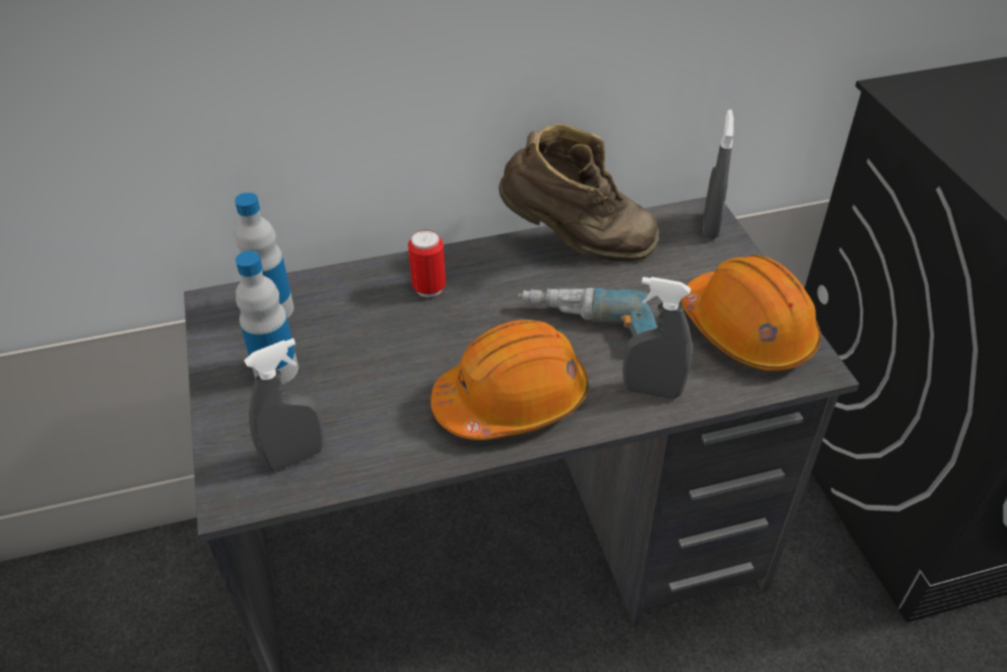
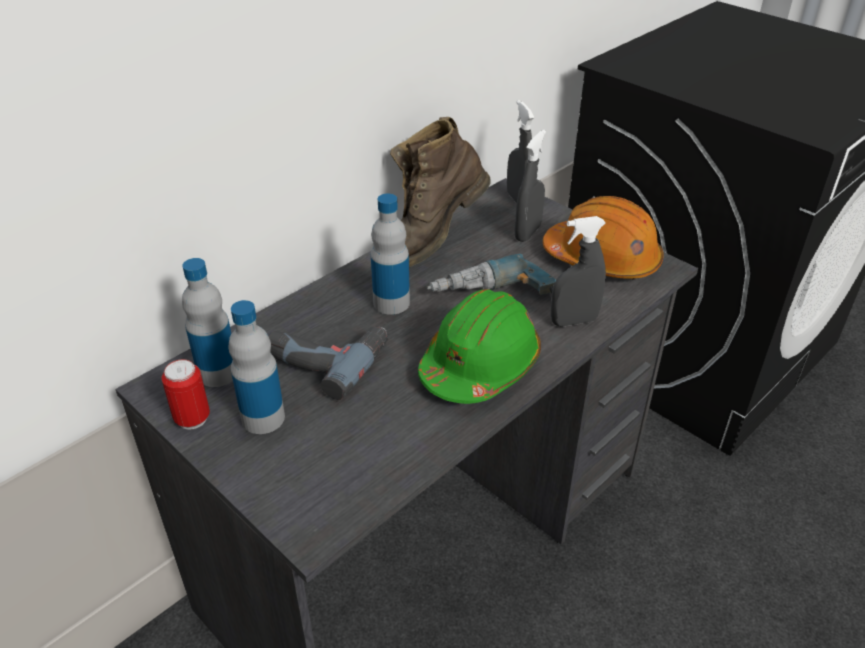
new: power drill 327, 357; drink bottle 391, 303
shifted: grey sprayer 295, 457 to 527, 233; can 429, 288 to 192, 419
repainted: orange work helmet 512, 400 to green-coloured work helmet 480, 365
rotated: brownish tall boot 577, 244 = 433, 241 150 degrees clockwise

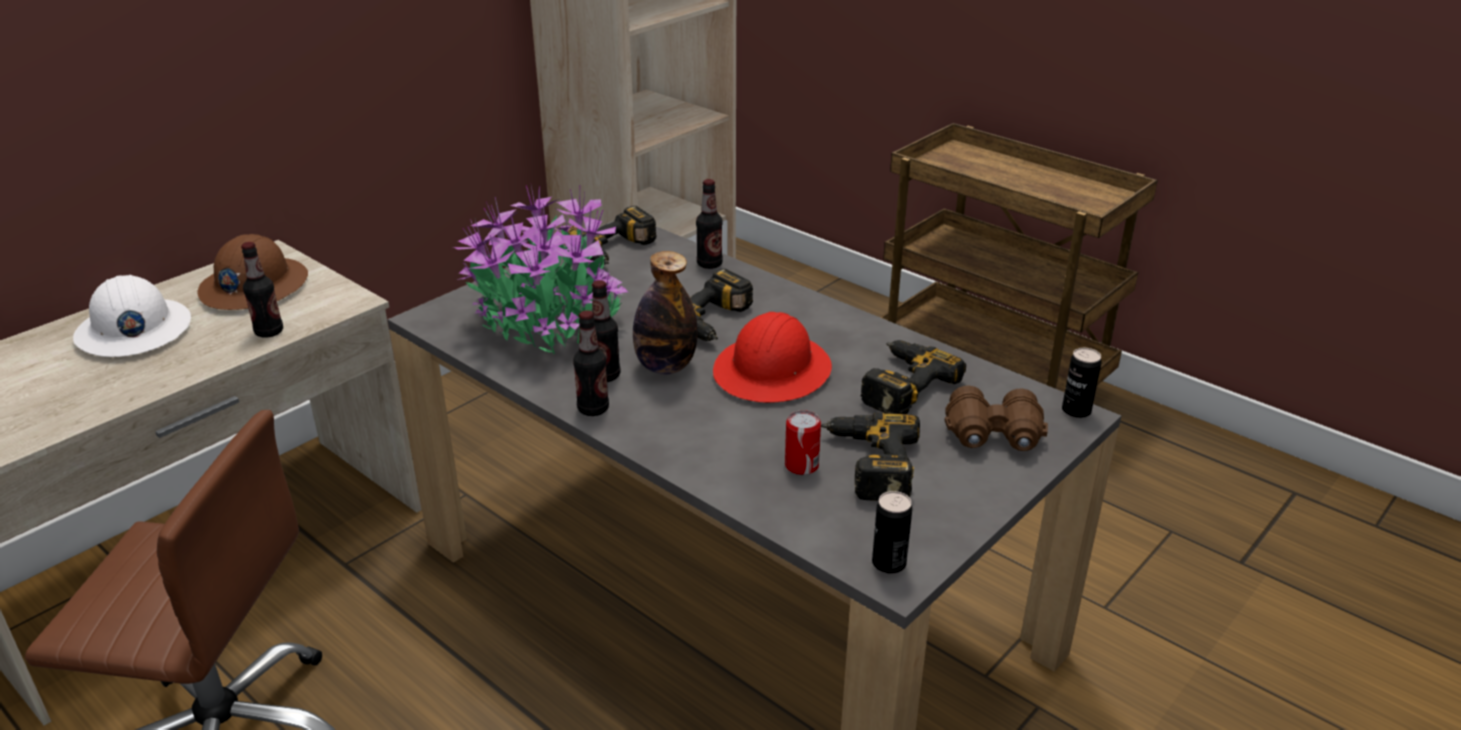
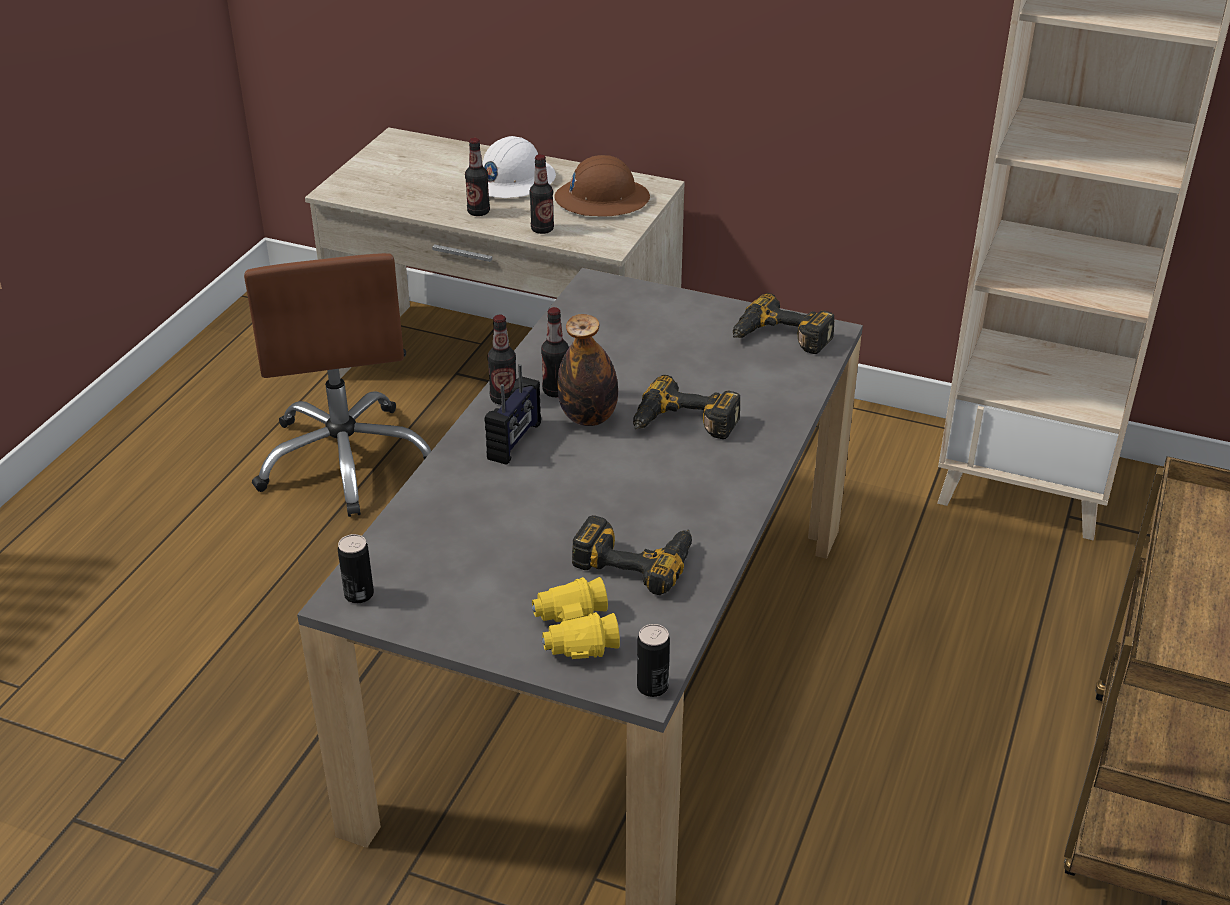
gone: plant in a pot 549, 319; reddish work helmet 773, 371; can 801, 465; power drill 867, 464
new: radio set 515, 441
shifted: drink bottle 709, 264 to 478, 212
repainted: brownish binoculars 994, 436 to yellow-coloured binoculars 575, 633

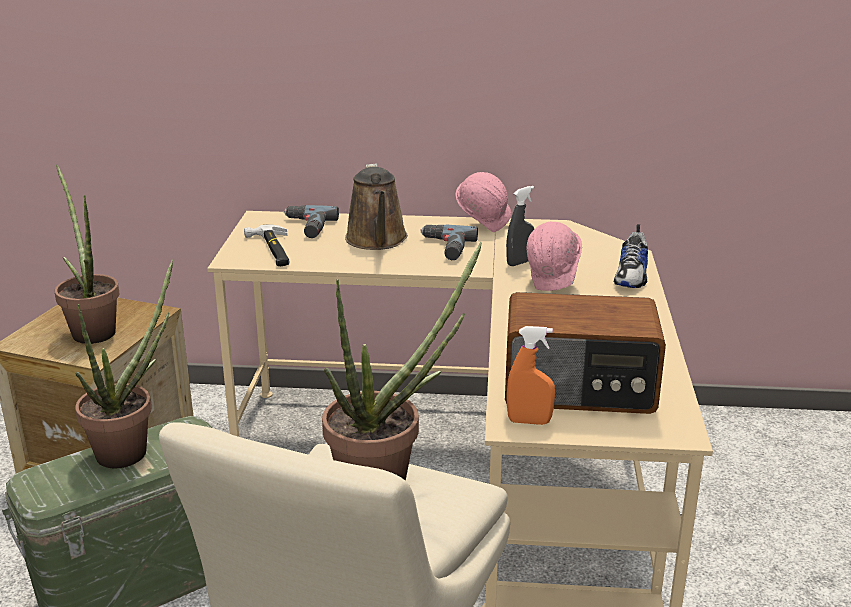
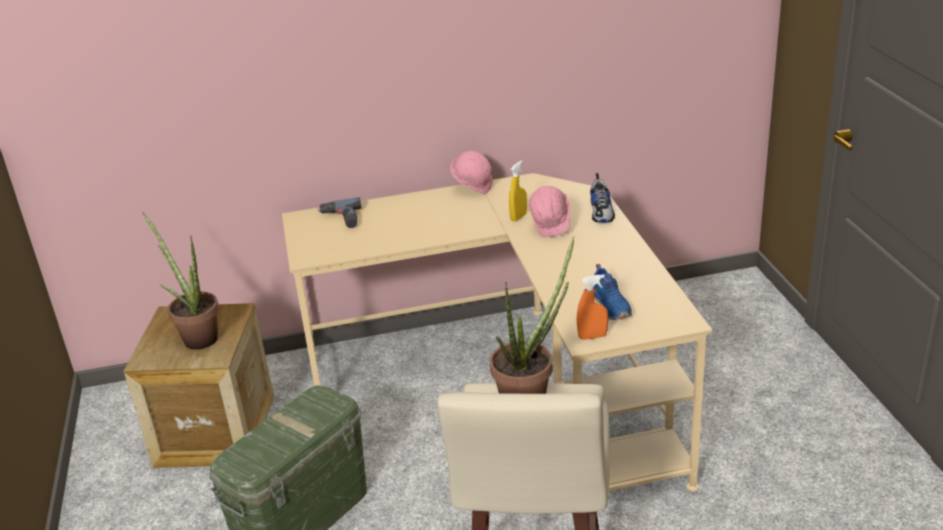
gone: plant in a pot 131, 449; hammer 272, 250; brownish sprinkling can 377, 240; power drill 445, 248
swapped: radio set 579, 389 to blue low shoe 611, 306
repainted: grey sprayer 520, 262 to yellow-coloured sprayer 518, 217

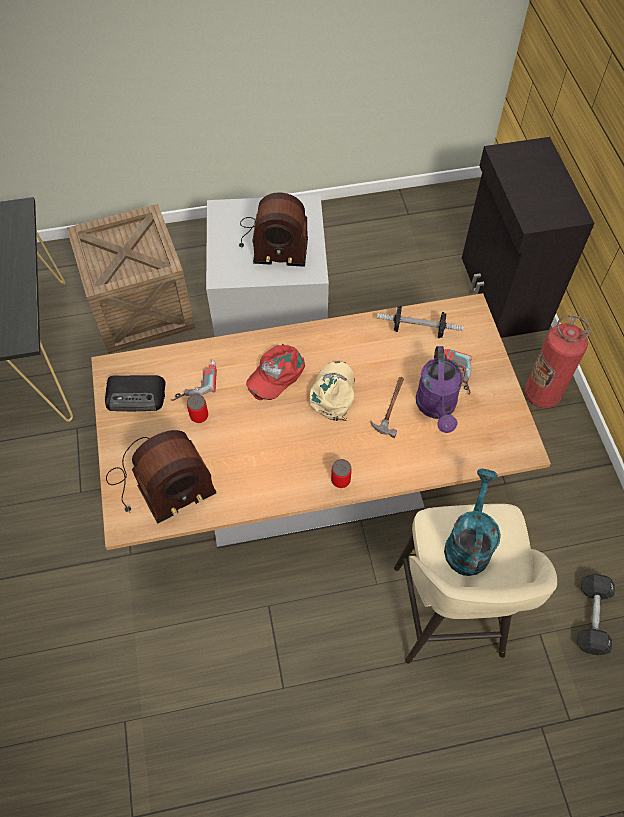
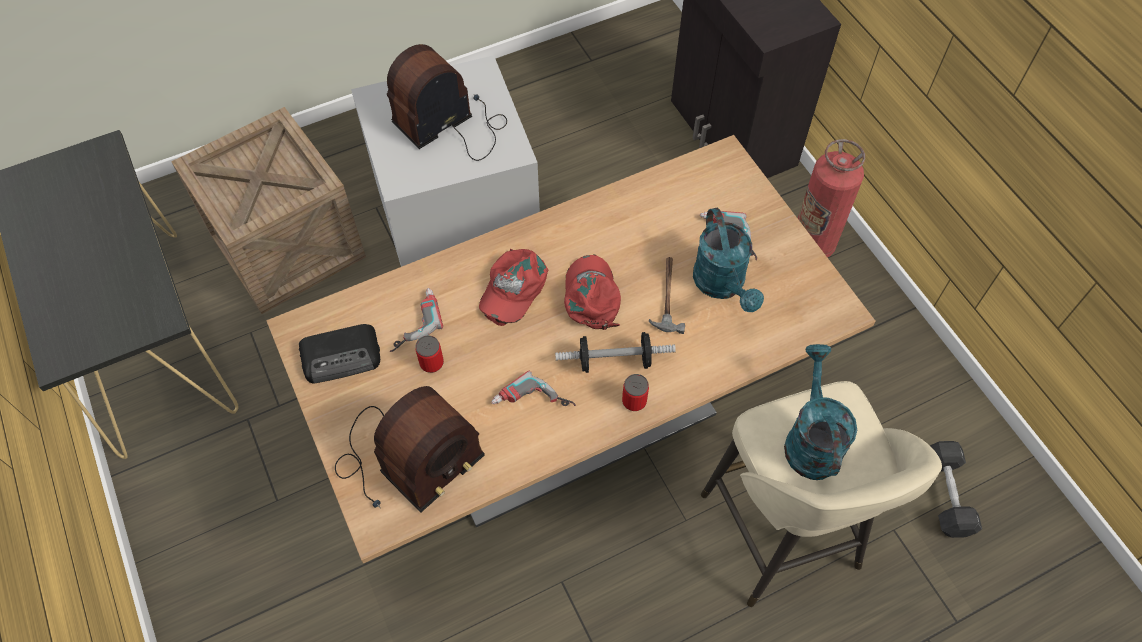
new: power drill 532, 405
shifted: dumbbell 418, 329 to 614, 361
repainted: beige-coloured peaked cap 333, 393 to reddish peaked cap 591, 295; purple-coloured sprinkling can 437, 408 to blue-green sprinkling can 722, 285
rotated: radio set 273, 241 = 452, 125 150 degrees clockwise

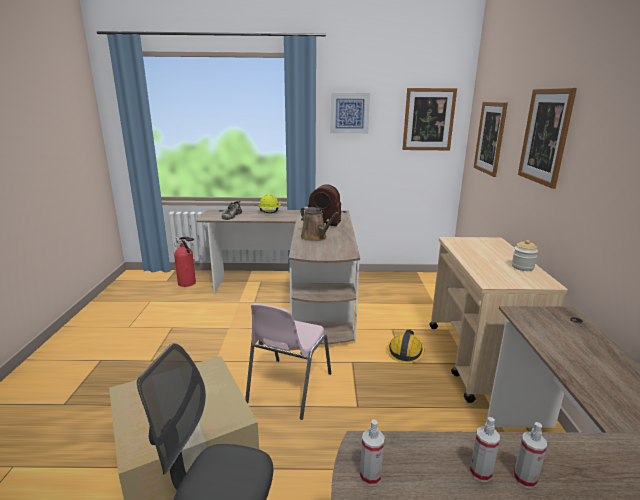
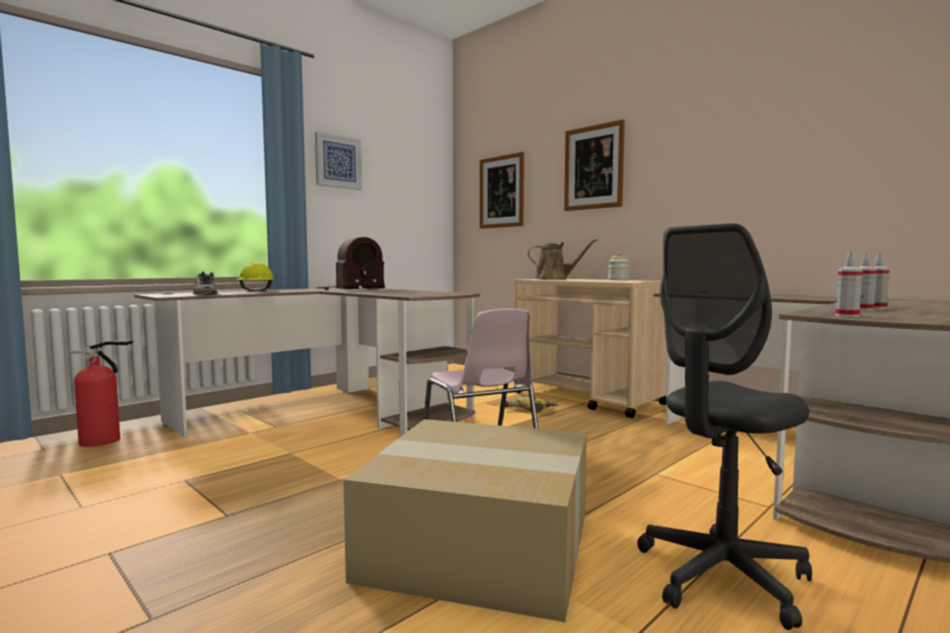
gone: picture 428, 119
shifted: brownish sprinkling can 315, 237 to 555, 279
swapped: work helmet 405, 351 to power drill 528, 410

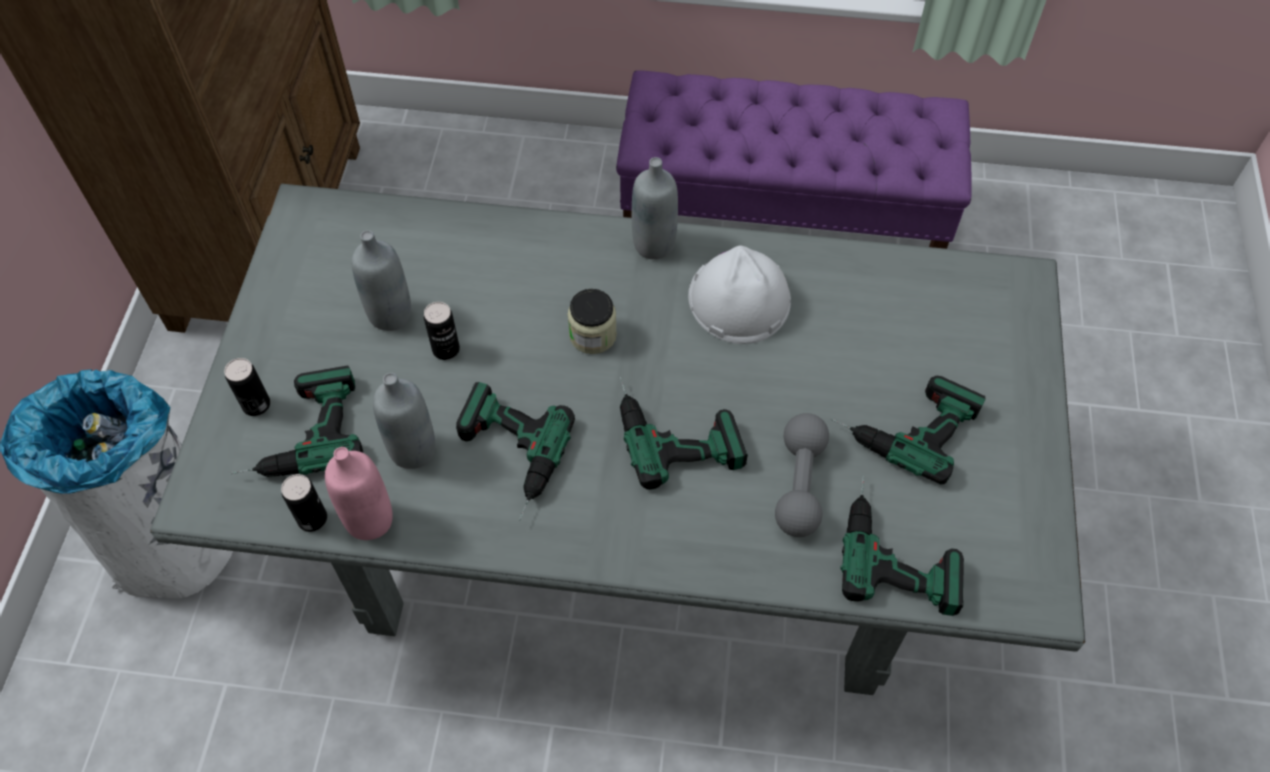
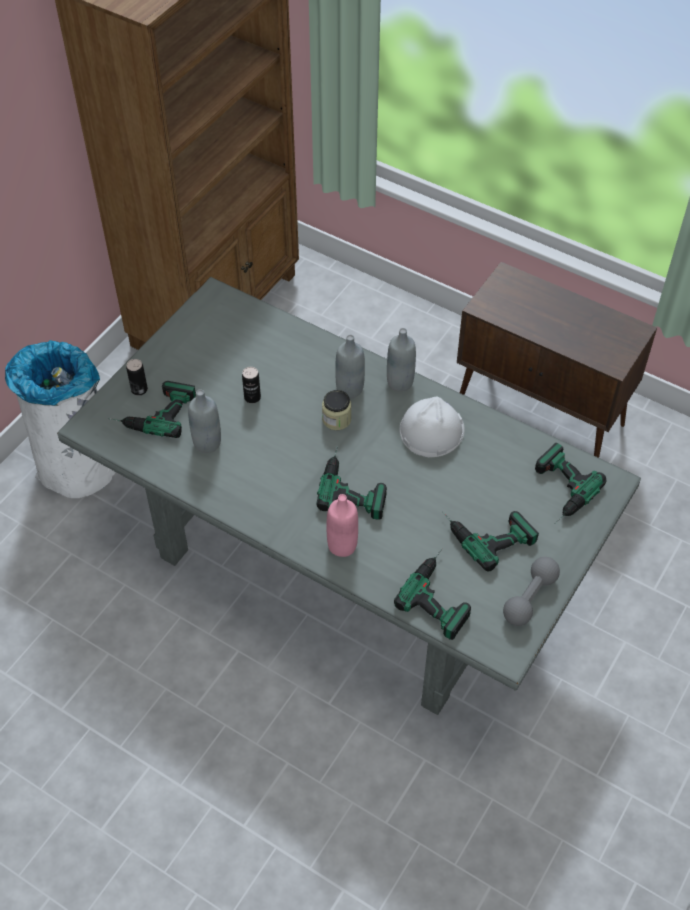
gone: can 312, 519
shifted: pinkish drink bottle 369, 520 to 342, 545; grey drink bottle 390, 315 to 350, 389; power drill 506, 458 to 557, 490; grey dumbbell 799, 484 to 530, 598
swapped: purple-coloured indoor bench 782, 225 to brownish cupboard 541, 416

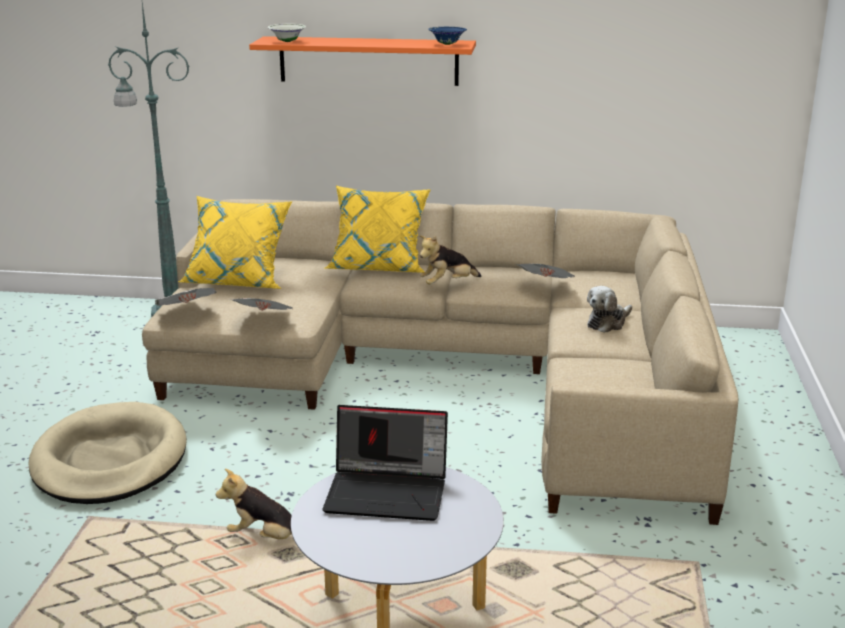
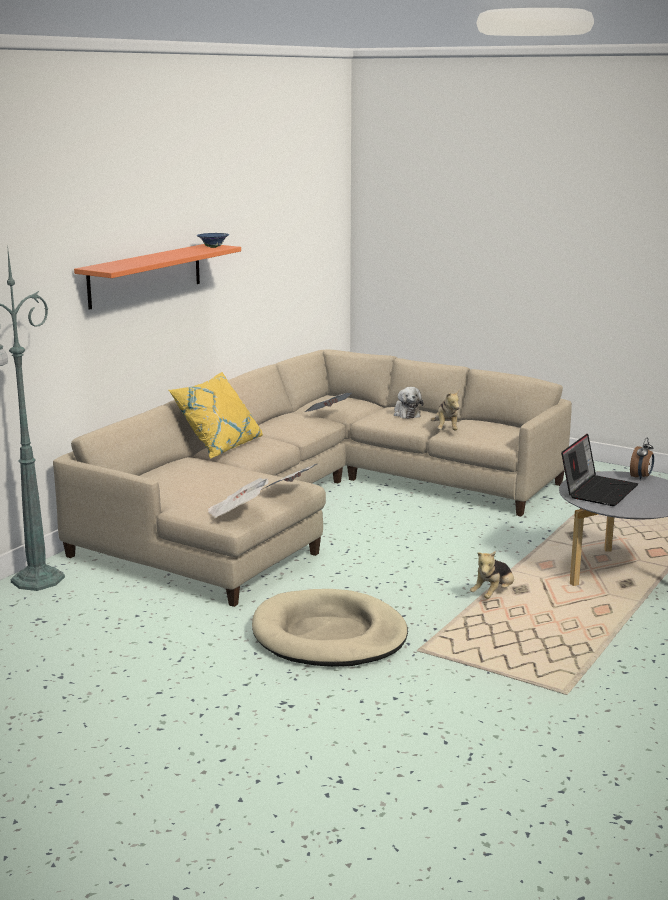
gone: yellow-coloured cushion 238, 281; white-coloured bowl 287, 41
new: table clock 641, 477
shifted: cuddly toy 447, 284 to 446, 430

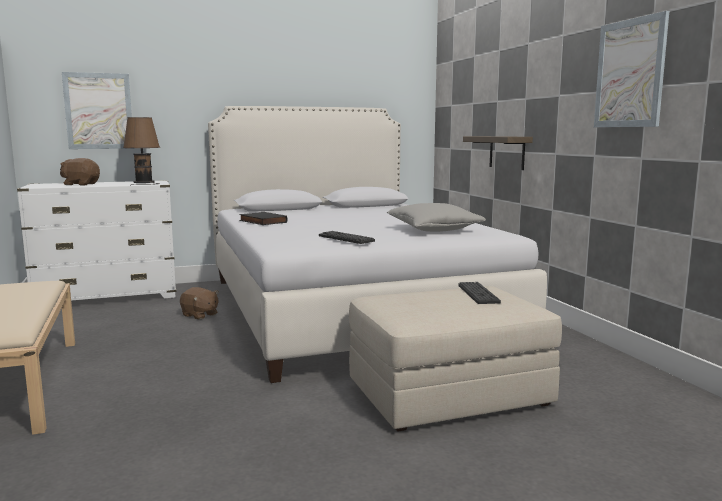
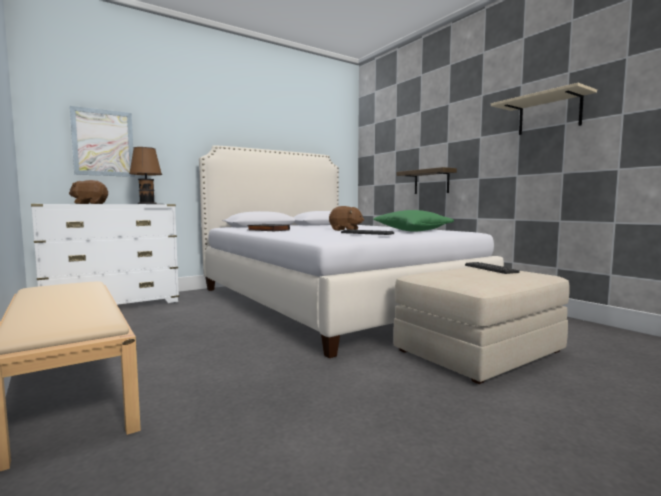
shifted: brownish cuddly toy 200, 315 to 345, 230
swapped: picture 630, 74 to beige-coloured bracket shelf 549, 115
repainted: grey cushion 434, 230 to green-coloured cushion 412, 231

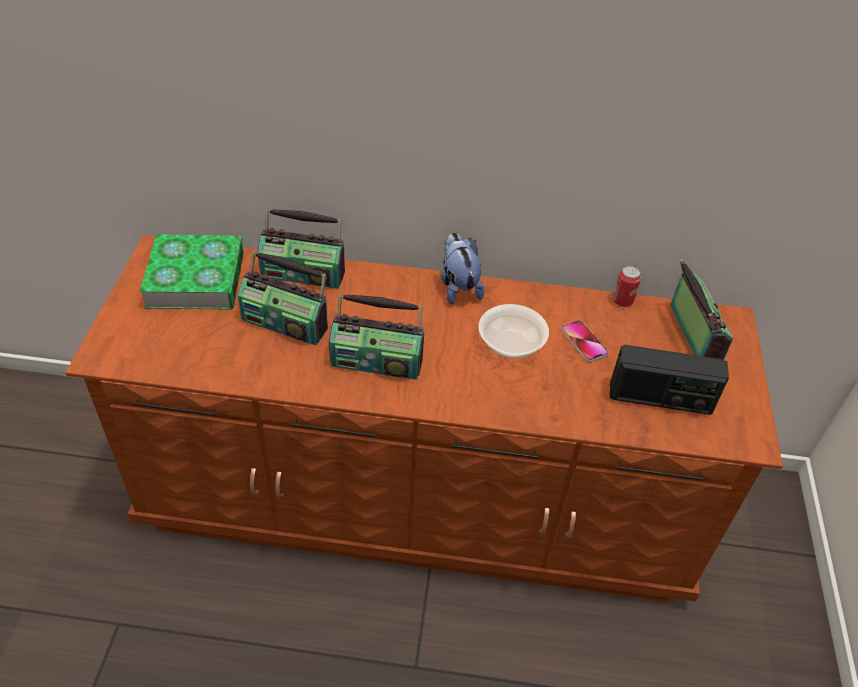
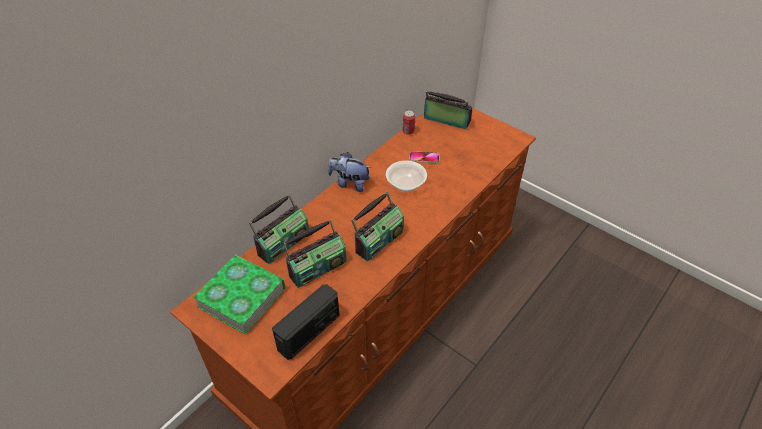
shifted: radio set 660, 398 to 309, 332

